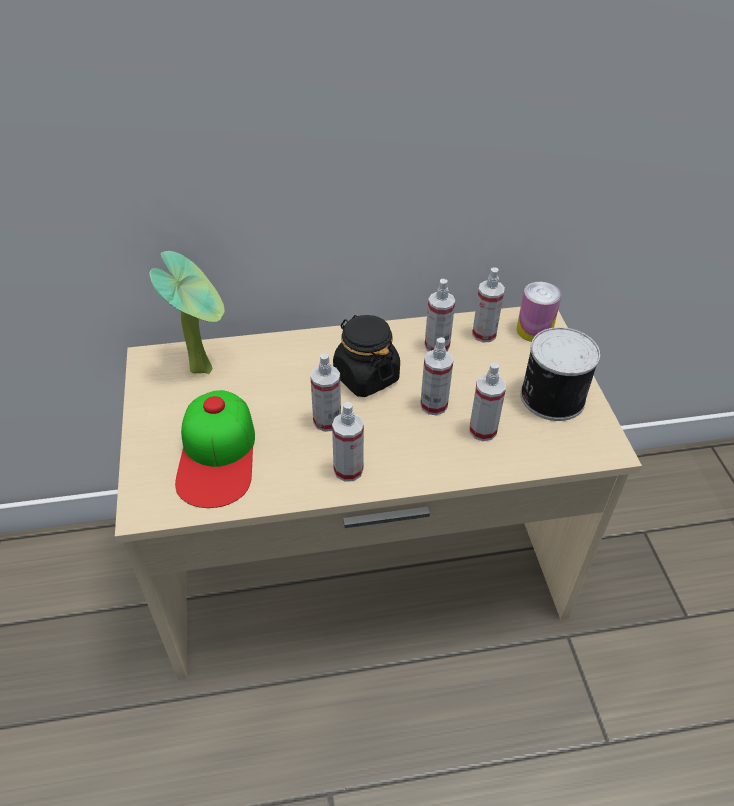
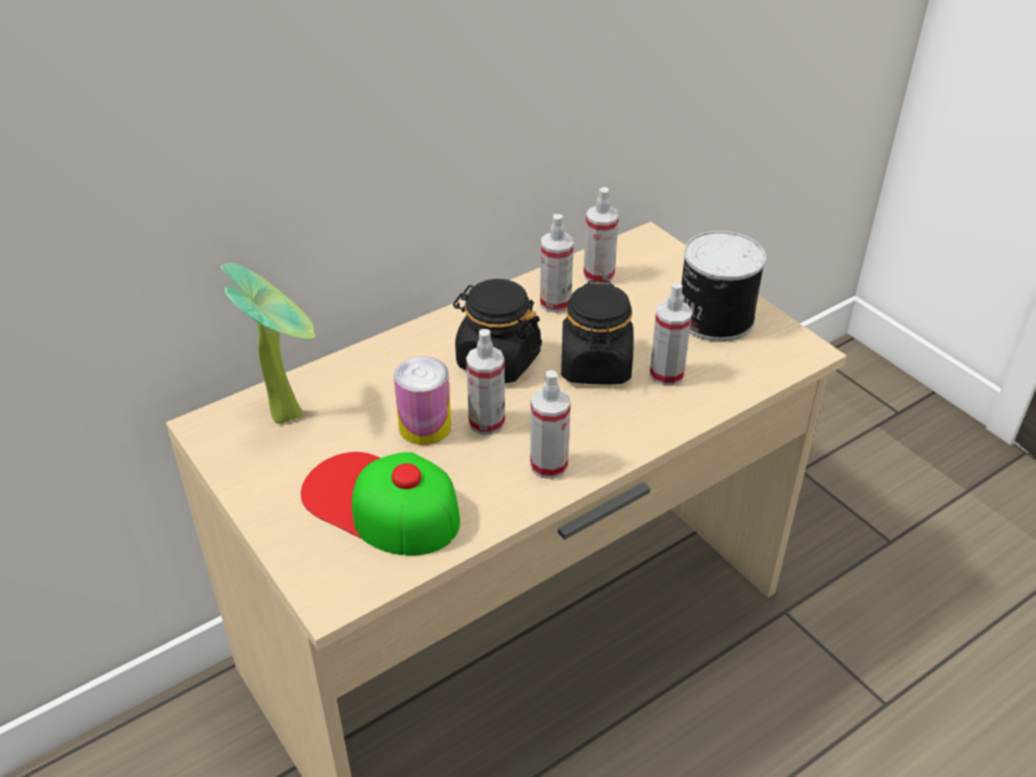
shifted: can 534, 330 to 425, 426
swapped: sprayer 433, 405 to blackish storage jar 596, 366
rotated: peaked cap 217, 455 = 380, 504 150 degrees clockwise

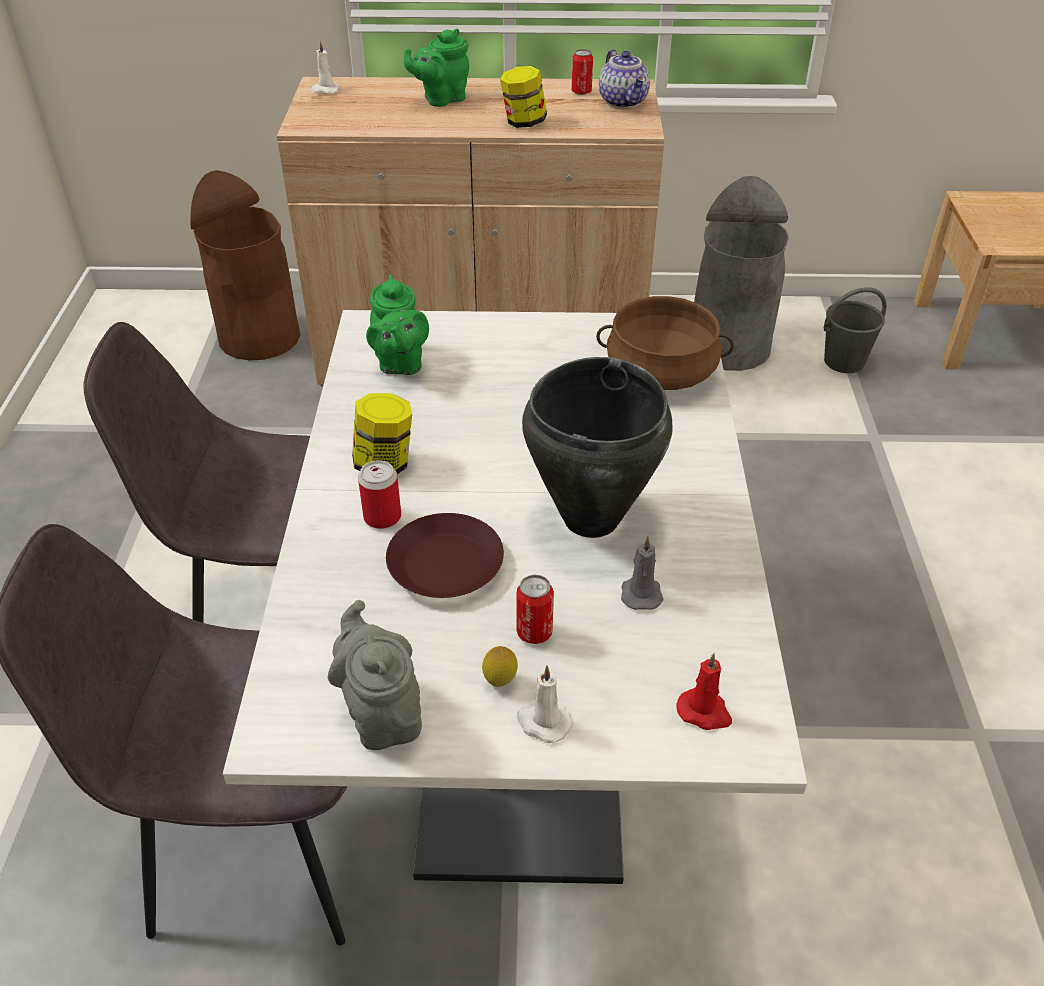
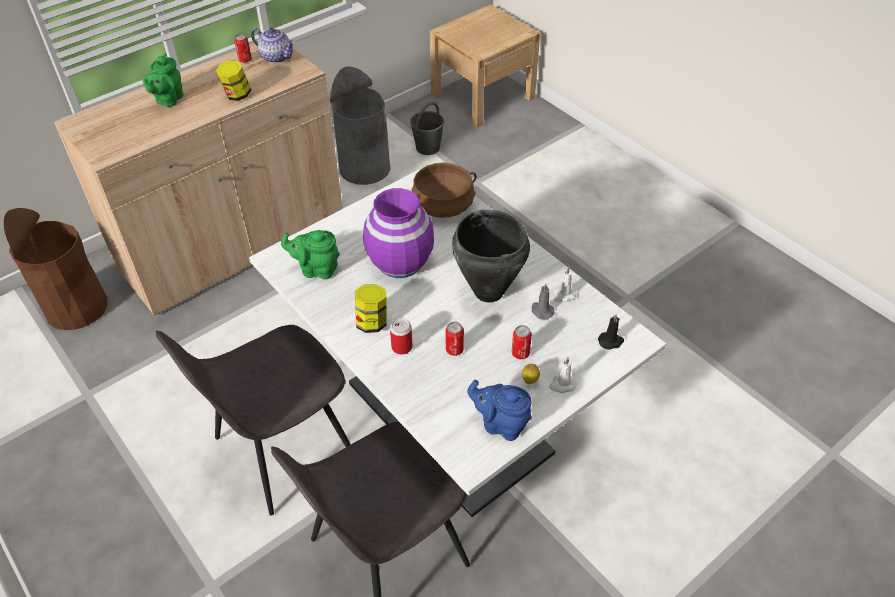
new: purple-coloured flower vase 400, 262
shifted: white-coloured candle 325, 90 to 563, 295
swapped: brownish dinner plate 446, 565 to can 454, 349
repainted: grey tea pot 381, 713 to blue tea pot 501, 424; reddish candle 705, 712 to blackish candle 611, 341
rotated: green-coloured tea pot 399, 363 = 316, 269 150 degrees clockwise

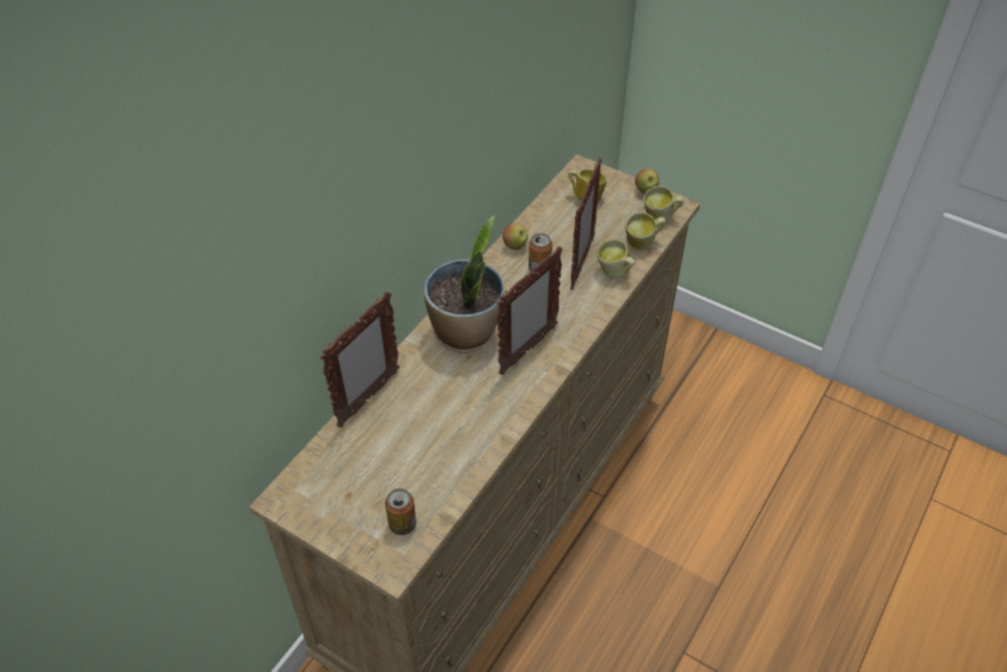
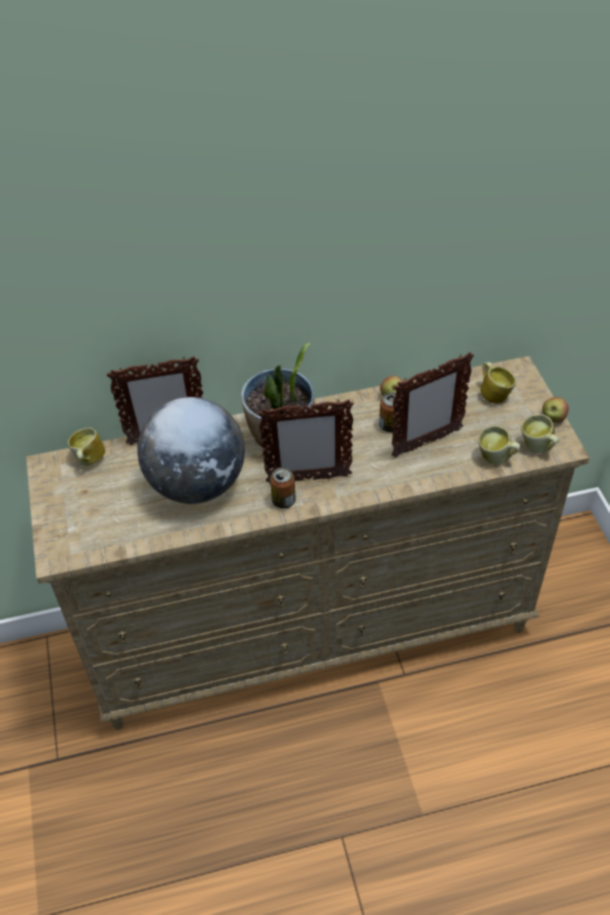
new: desk globe 197, 484
shifted: can 402, 524 to 283, 501; tea mug 615, 273 to 88, 461

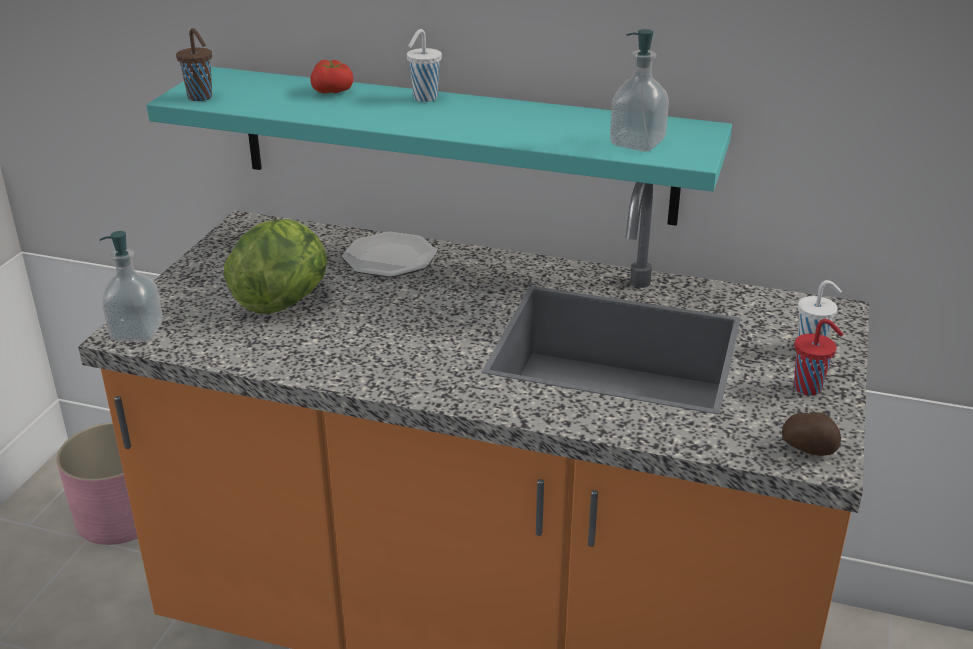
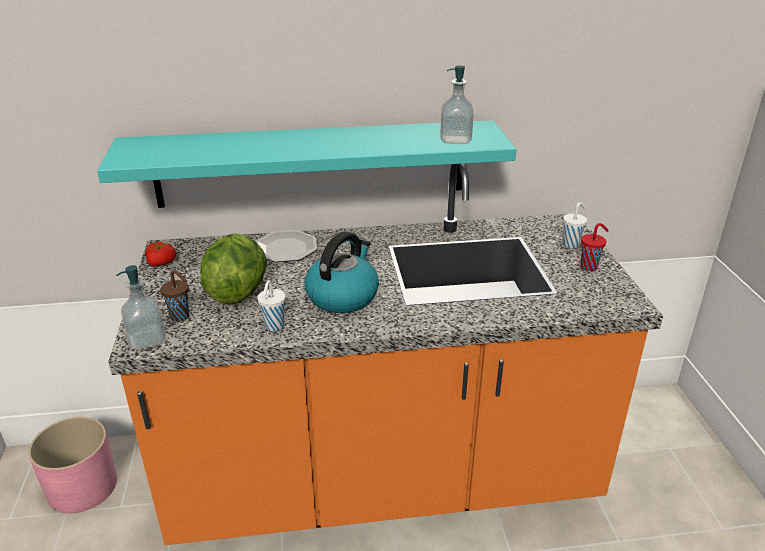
gone: whole potato 809, 449
new: kettle 342, 296
shifted: brownish drinking cup 201, 98 to 181, 317; fresh tomato 333, 91 to 162, 263; white-coloured drinking cup 424, 98 to 273, 327

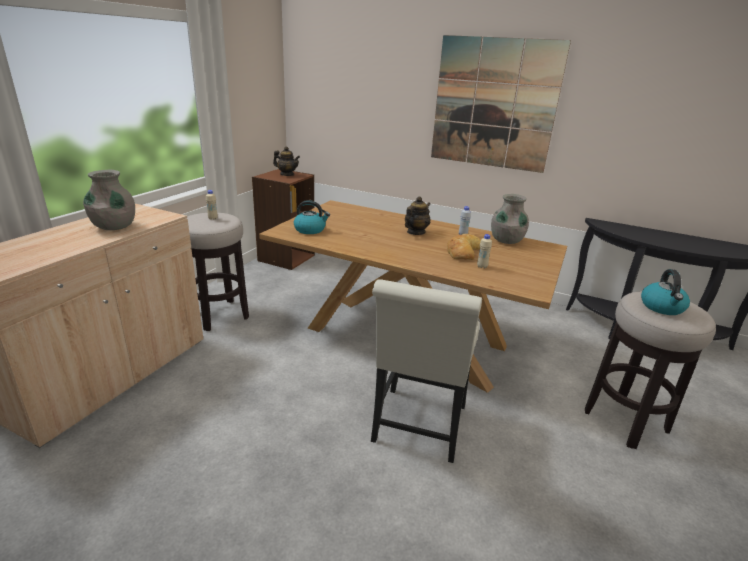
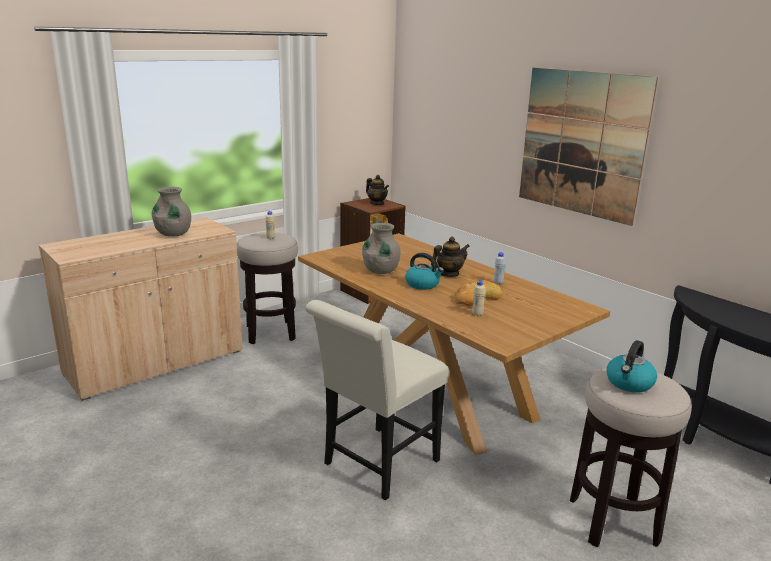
shifted: kettle 310, 230 to 423, 284; grey flower vase 506, 241 to 381, 271

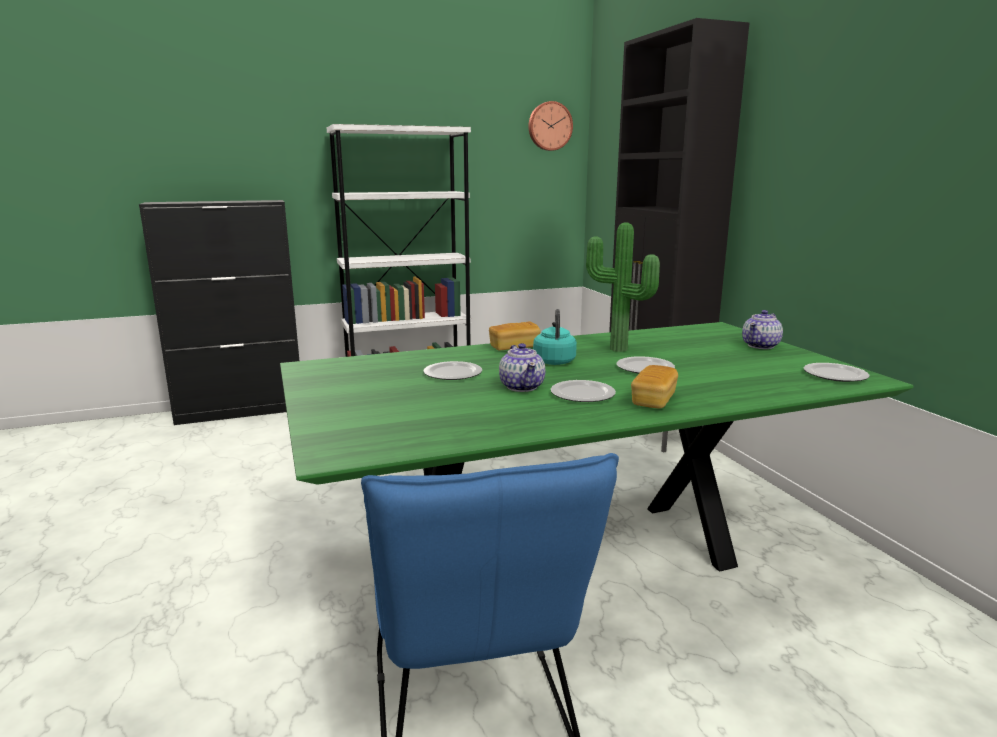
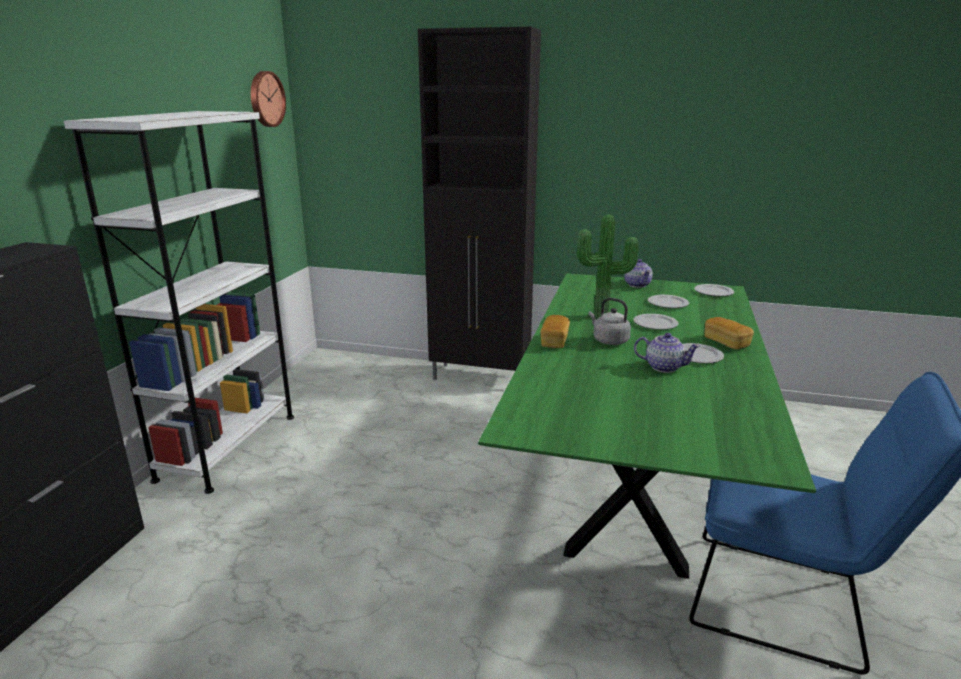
shifted: dinner plate 452, 373 to 667, 303
repainted: blue-green kettle 554, 361 to grey kettle 608, 340

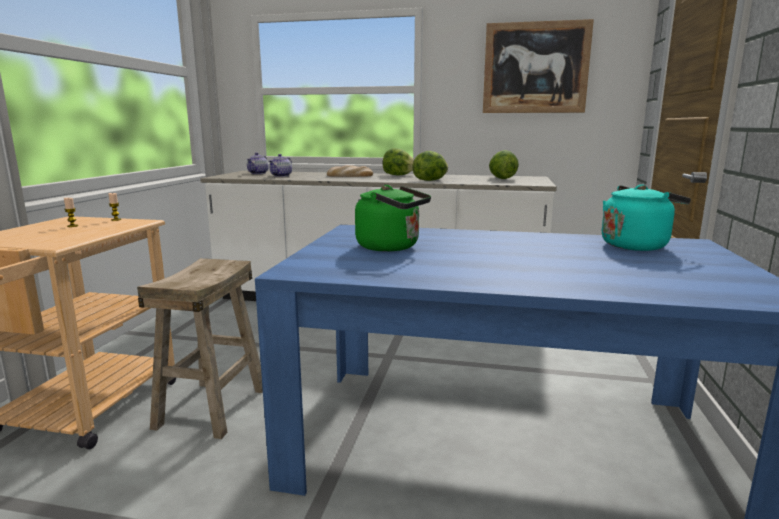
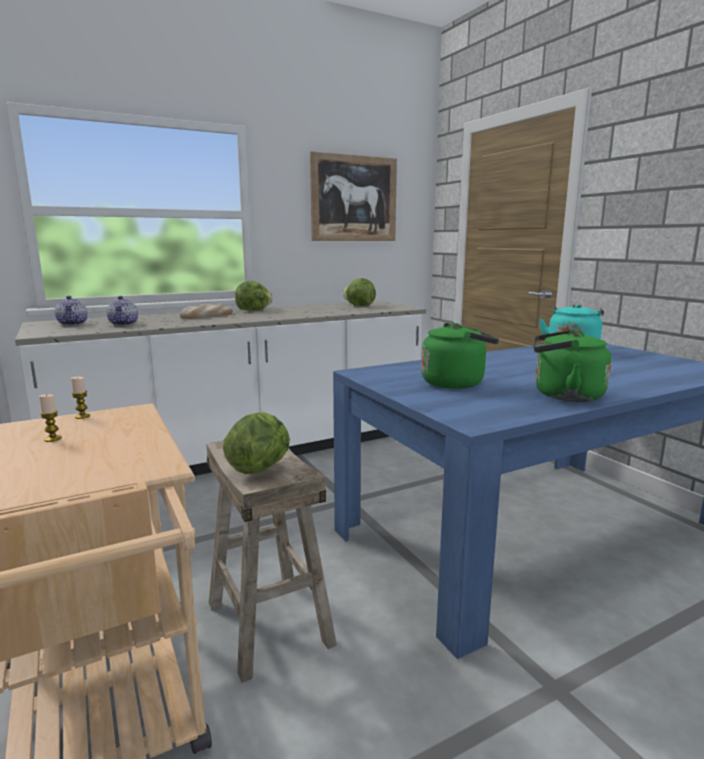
new: green-coloured kettle 563, 395
shifted: lettuce 430, 180 to 260, 467

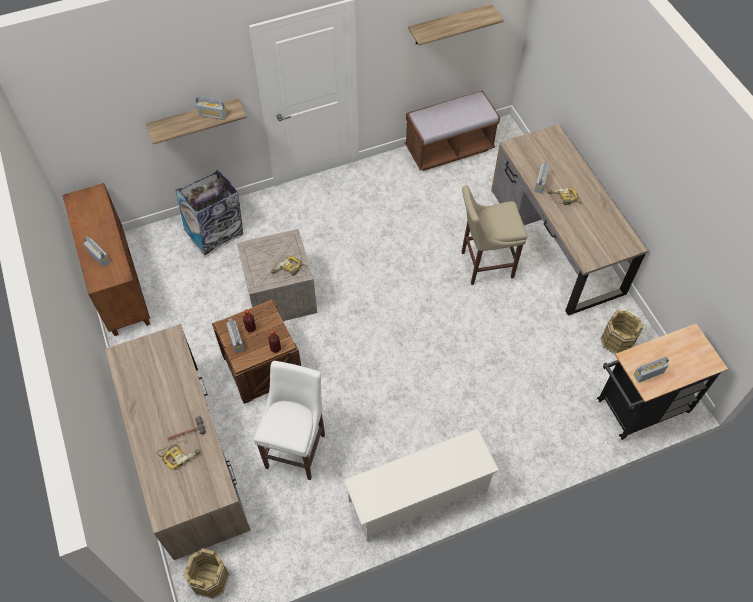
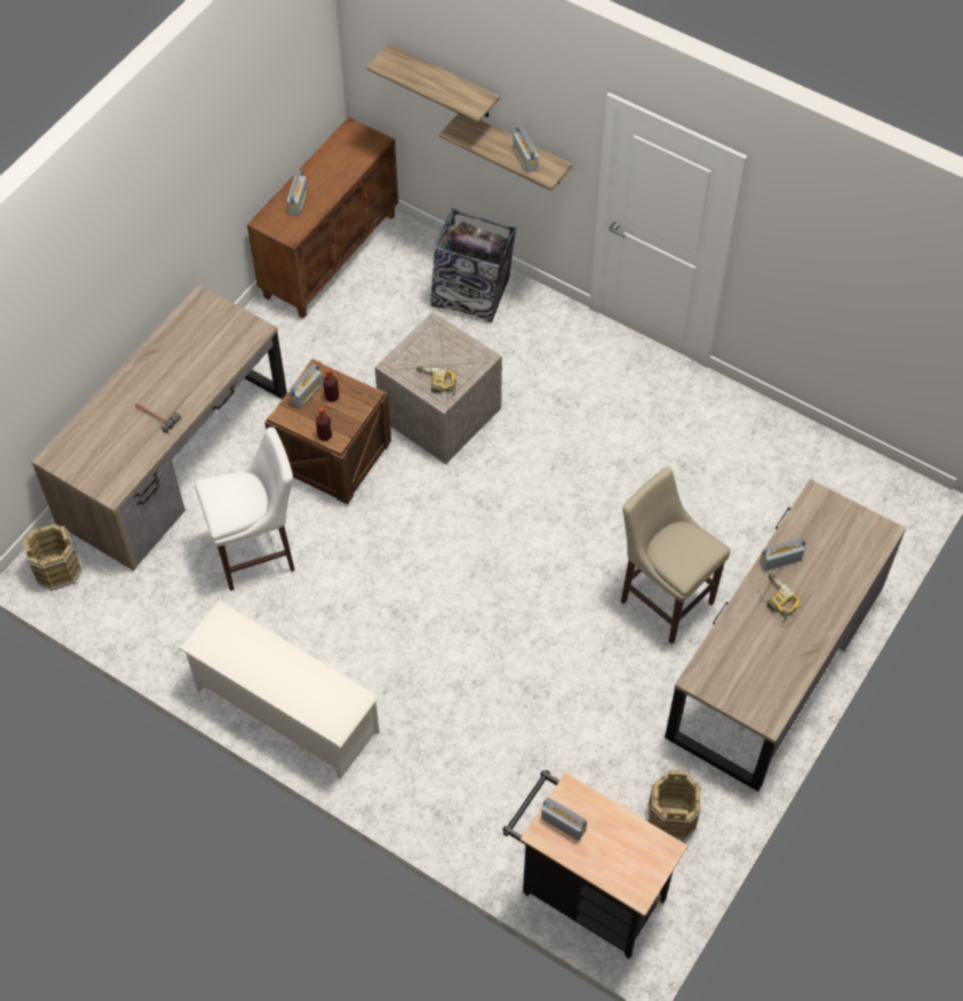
gone: power drill 180, 454; brownish indoor bench 449, 149
shifted: bracket shelf 449, 24 to 444, 82

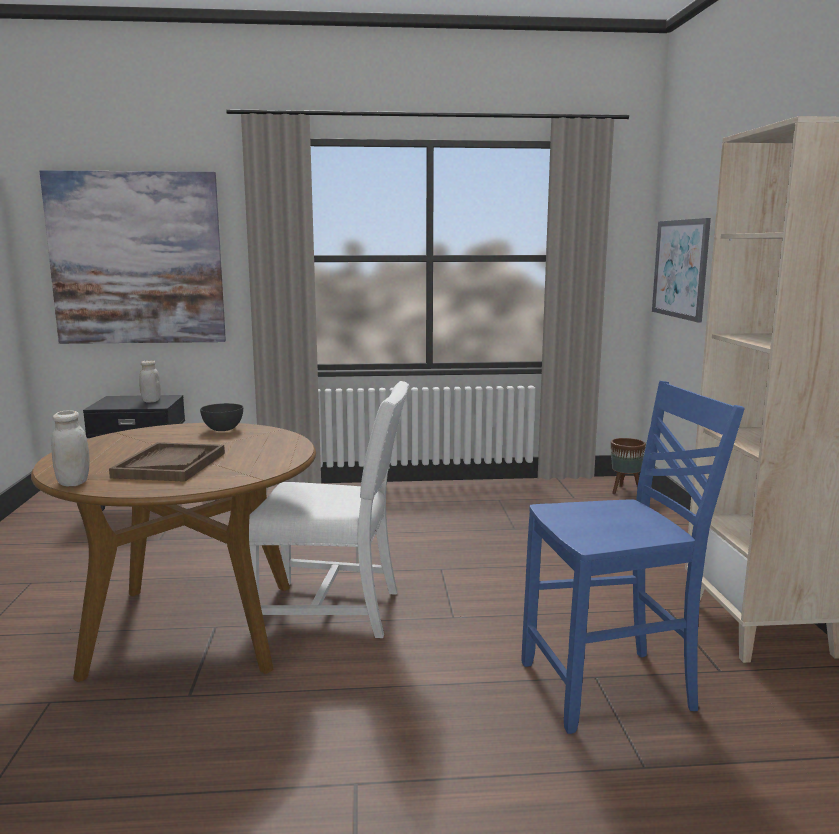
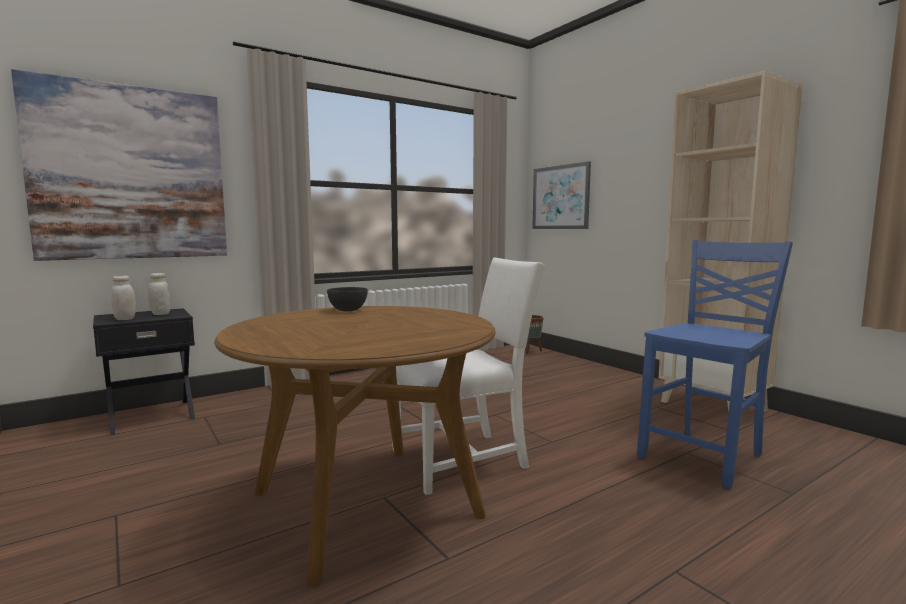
gone: brownish tray 170, 465
shifted: white-coloured storage jar 74, 482 to 125, 319

